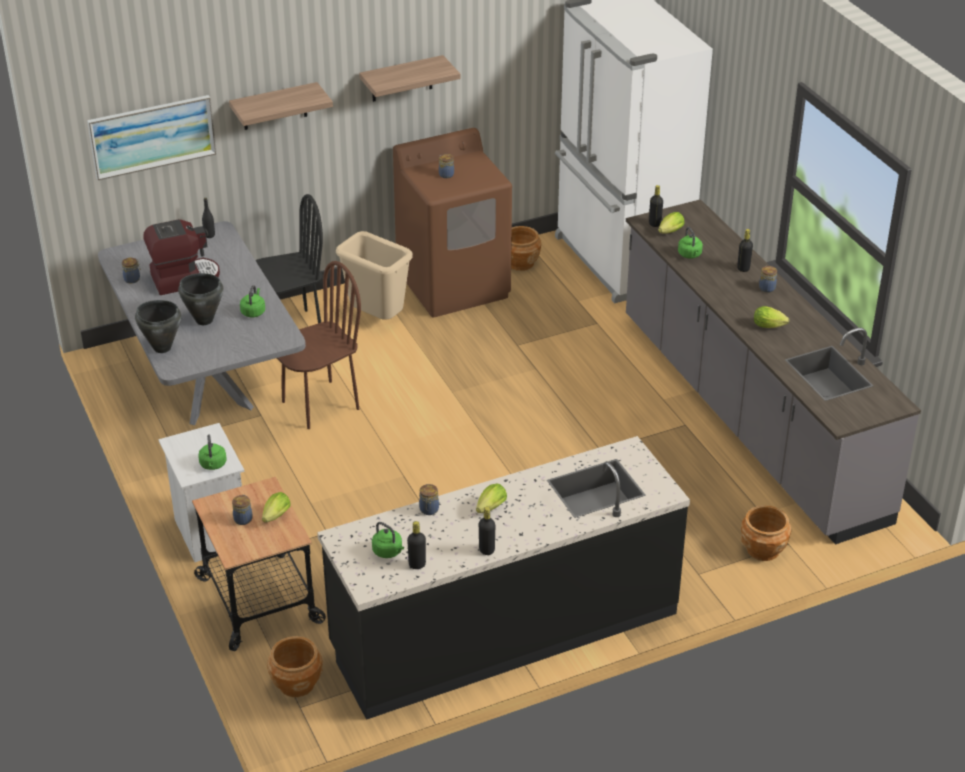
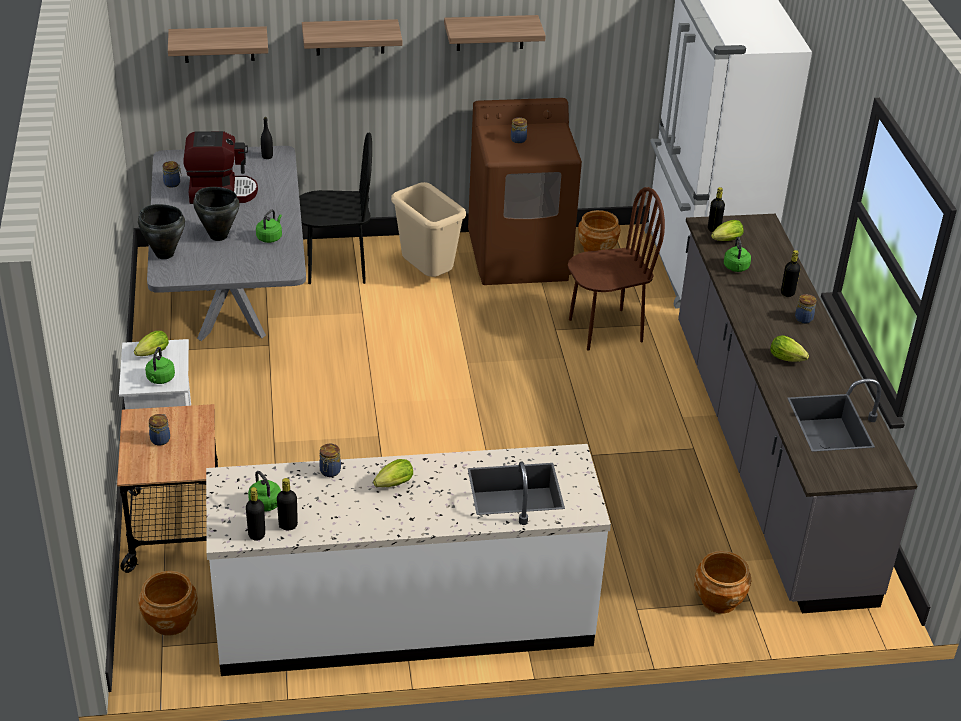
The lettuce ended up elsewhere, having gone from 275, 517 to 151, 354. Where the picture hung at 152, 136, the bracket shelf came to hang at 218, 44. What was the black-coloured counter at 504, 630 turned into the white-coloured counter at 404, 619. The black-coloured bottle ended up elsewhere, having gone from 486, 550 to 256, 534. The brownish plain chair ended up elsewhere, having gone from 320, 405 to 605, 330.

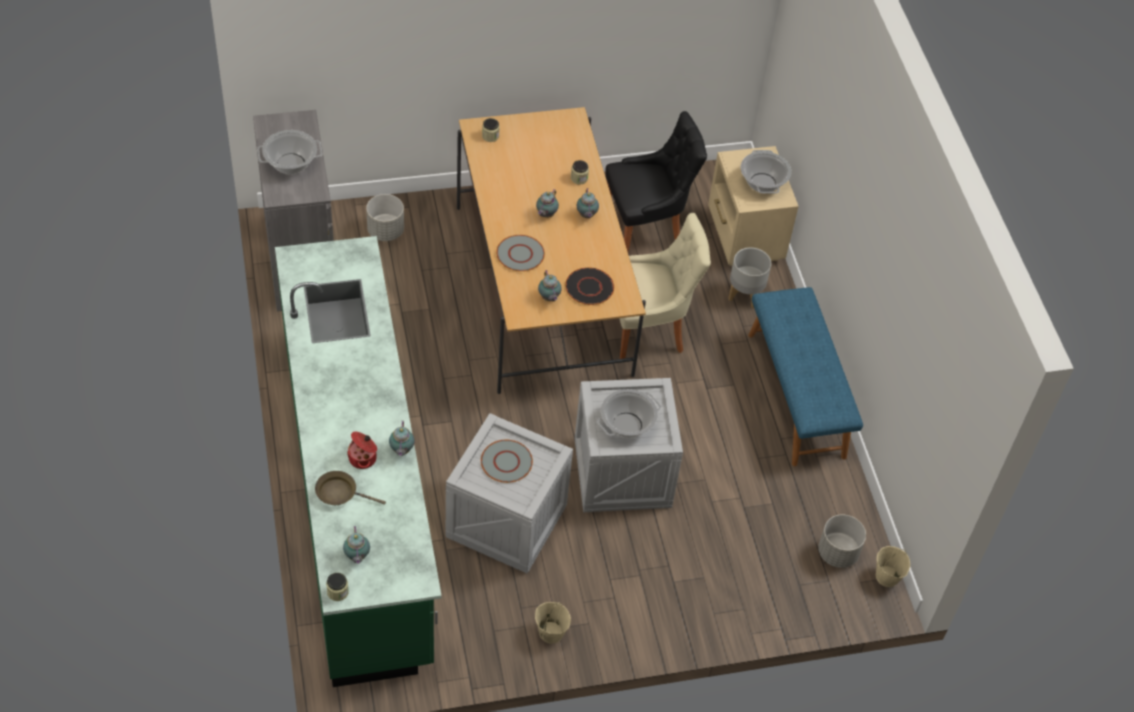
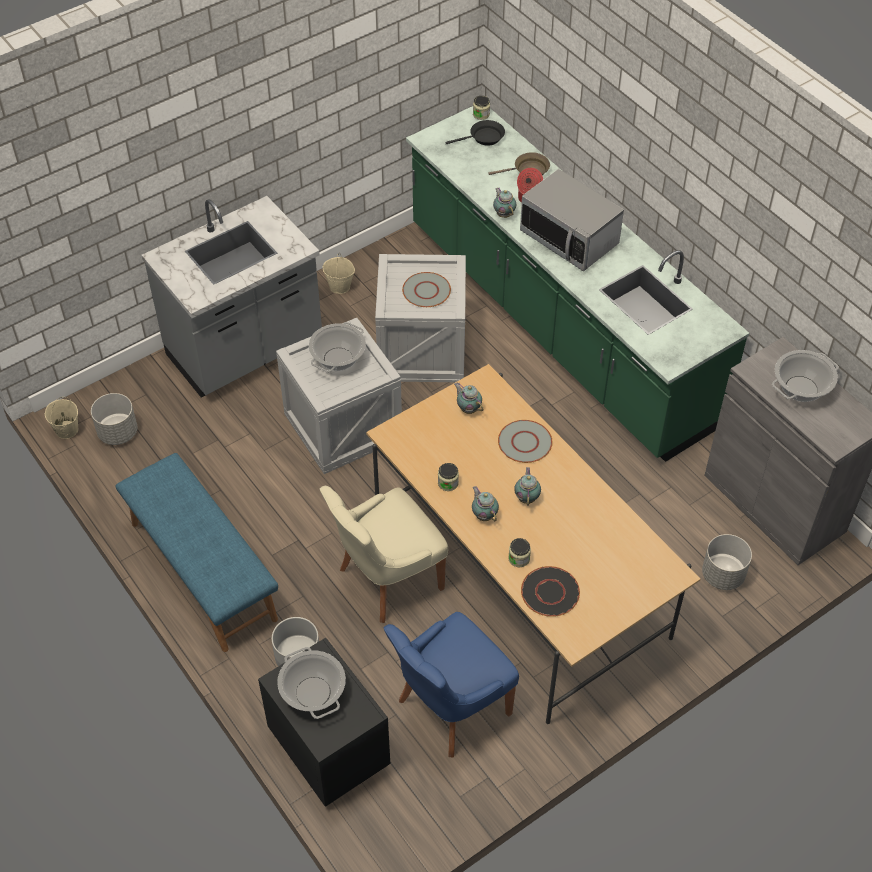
The second view gained the grey counter at 245, 351. What was the sand-coloured bedside table at 744, 238 turned into the black-coloured bedside table at 329, 747. What was the black-coloured plain chair at 646, 228 turned into the blue-coloured plain chair at 450, 708. The jar ended up elsewhere, having gone from 490, 136 to 448, 483. Where the pot for tea stood at 357, 557, the black-coloured skillet came to stand at 484, 138. The second view gained the microwave at 569, 238. The black-coloured plate ended up elsewhere, having gone from 589, 287 to 550, 592.

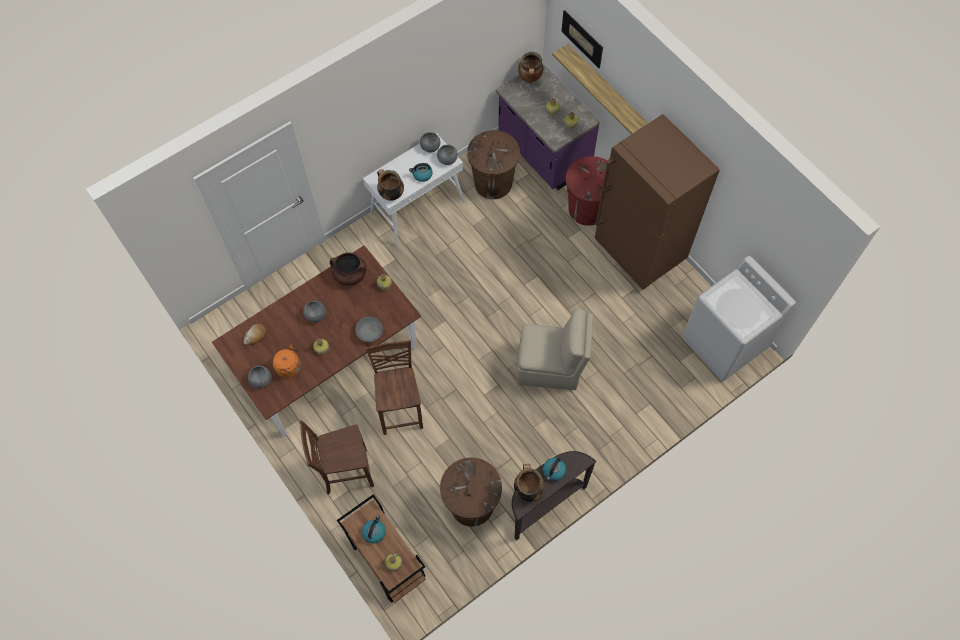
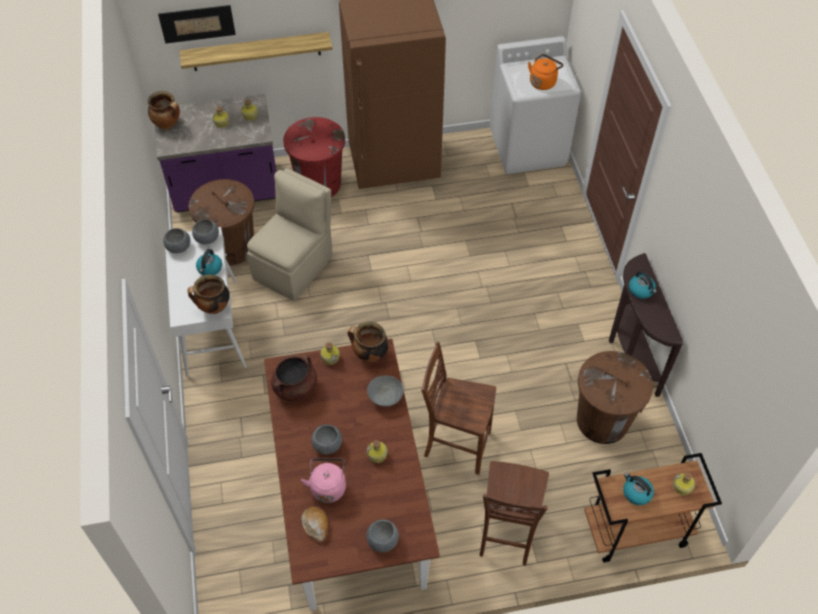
The sand-coloured plain chair ended up elsewhere, having gone from 550, 367 to 294, 266. The second view gained the pinkish water kettle at 328, 486. The saucepot ended up elsewhere, having gone from 528, 489 to 369, 354. The orangey water kettle ended up elsewhere, having gone from 290, 367 to 543, 82.

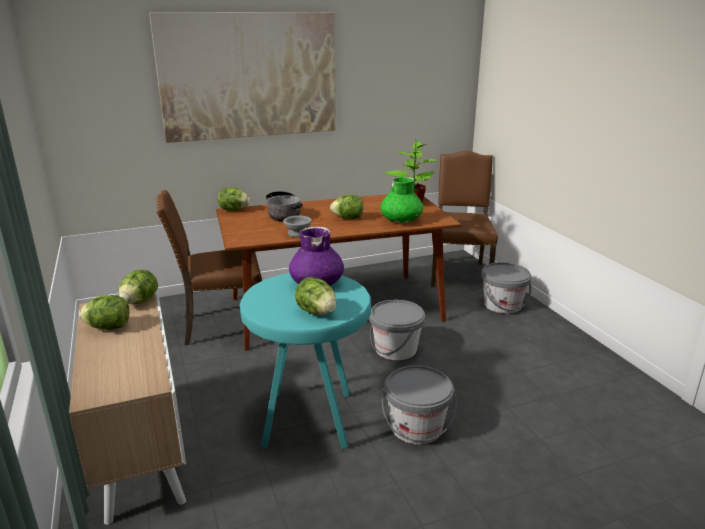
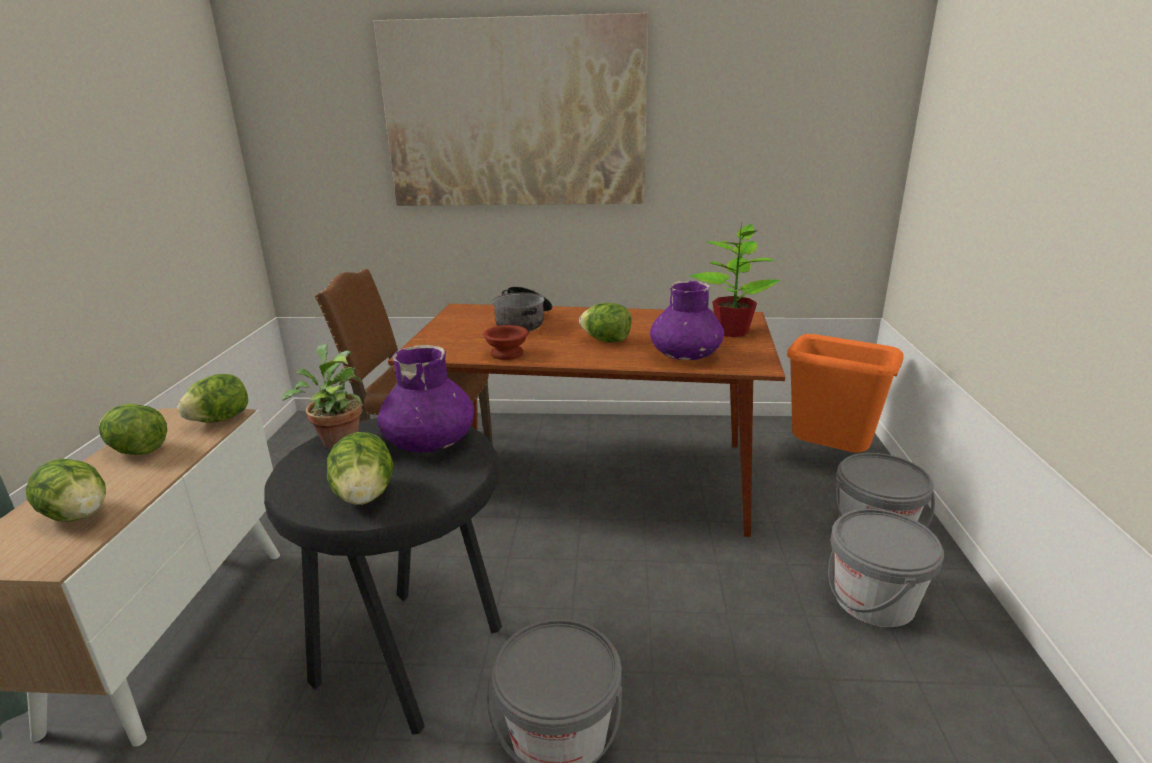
The lettuce ended up elsewhere, having gone from 233, 210 to 78, 515. What was the turquoise stool at 310, 418 turned into the black-coloured stool at 414, 655. The second view gained the houseplant at 338, 439. What was the grey bowl at 298, 233 turned into the brownish bowl at 508, 353. What was the green-coloured decorative vase at 401, 220 turned into the purplish decorative vase at 685, 355. Where the brownish plain chair stood at 459, 274, the orangey waste bin came to stand at 829, 457. The grey water bucket ended up elsewhere, having gone from 395, 349 to 873, 600.

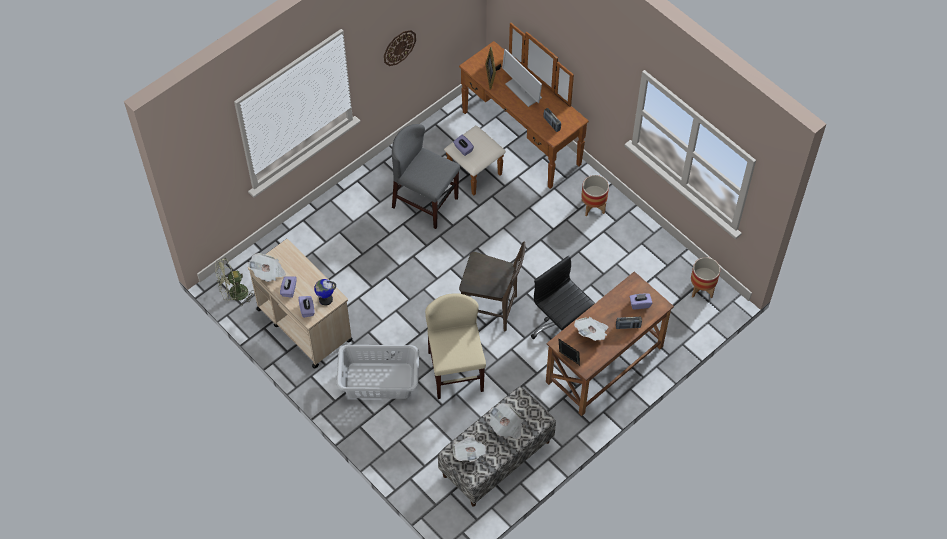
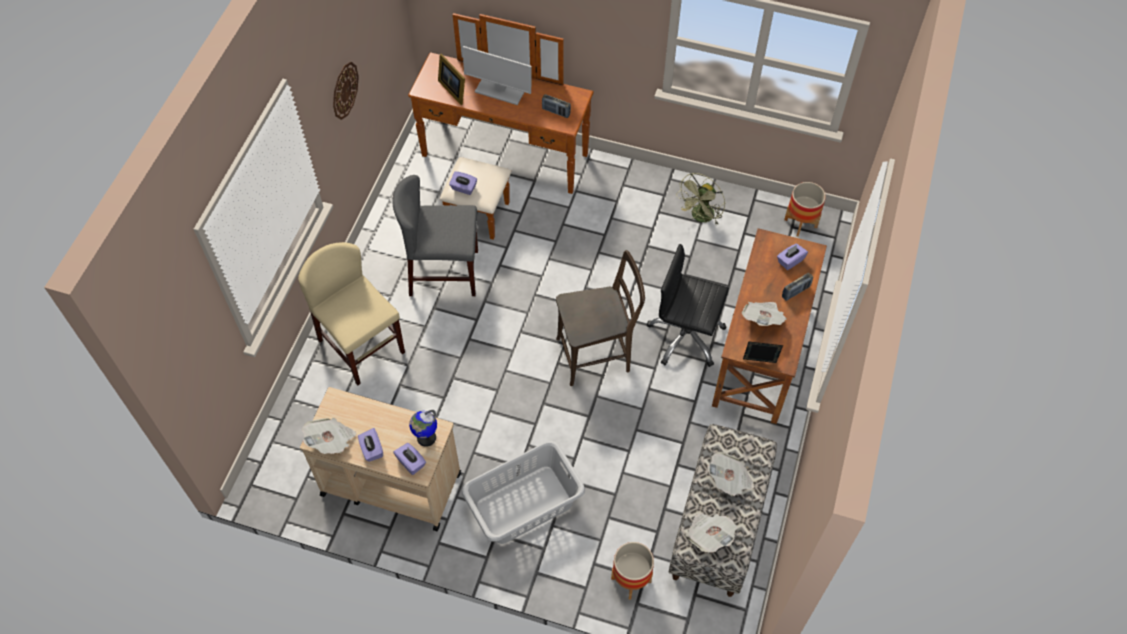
The sand-coloured plain chair ended up elsewhere, having gone from 456, 371 to 361, 346. The planter ended up elsewhere, having gone from 593, 207 to 630, 580. The green-coloured fan ended up elsewhere, having gone from 234, 294 to 700, 217.

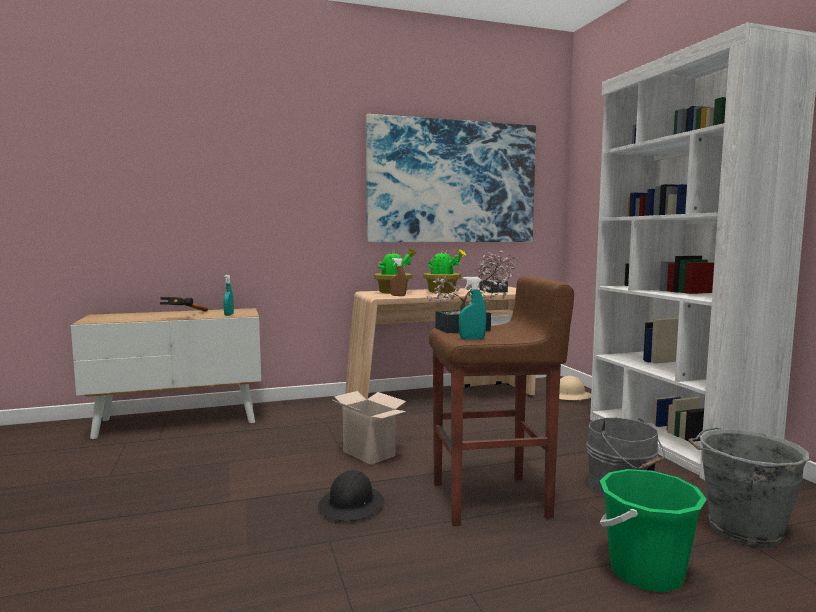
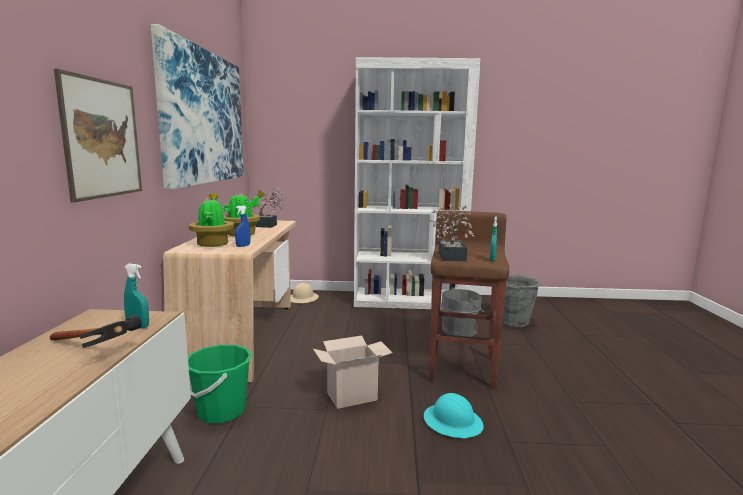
The second view gained the picture at 102, 138. The green-coloured water bucket ended up elsewhere, having gone from 646, 572 to 221, 411. What was the brownish spray bottle at 398, 296 turned into the blue-coloured spray bottle at 243, 246. What was the black-coloured work helmet at 352, 505 turned into the turquoise work helmet at 453, 422.

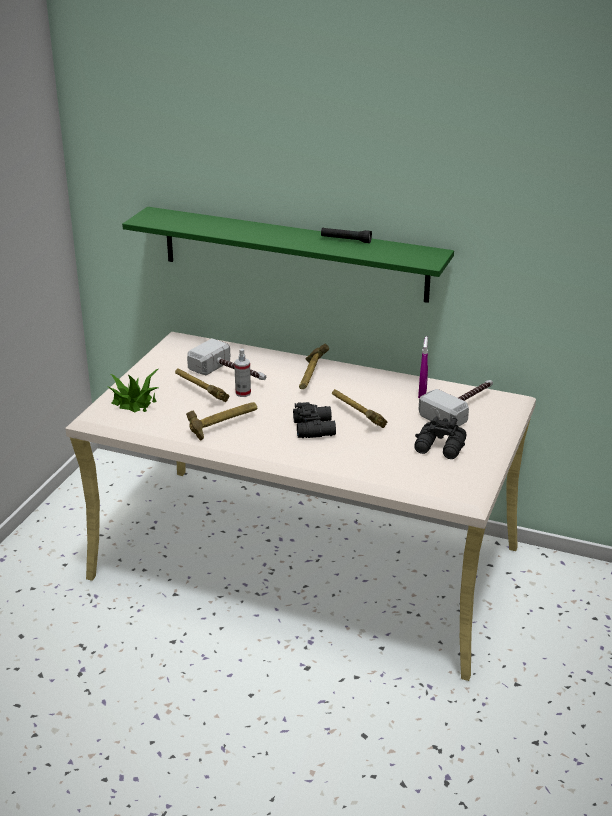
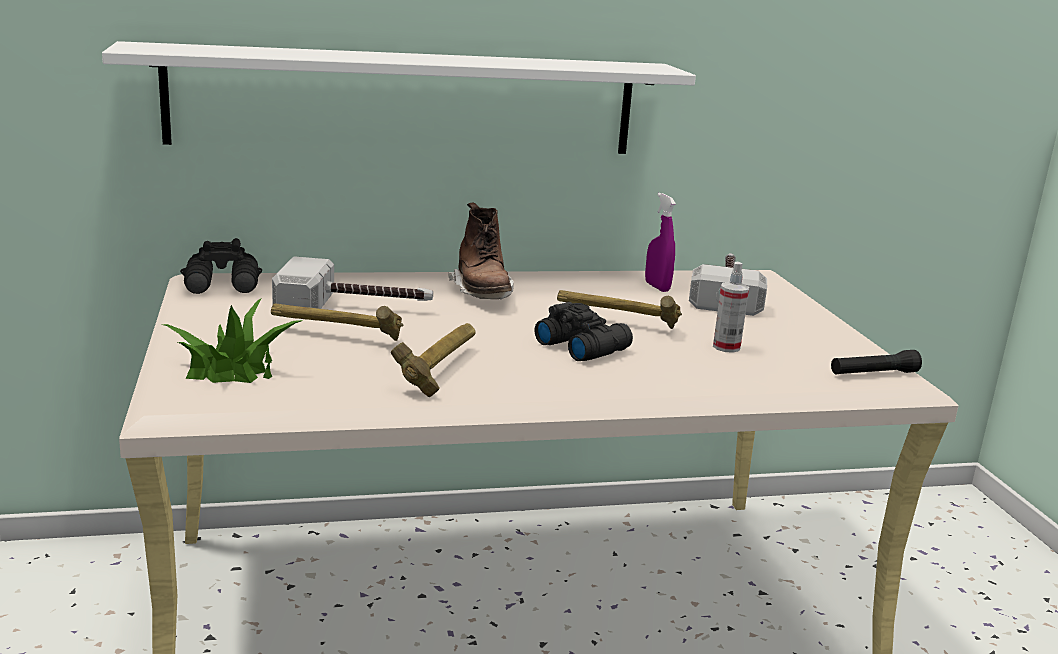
What was the green-coloured bracket shelf at 293, 254 turned into the white-coloured bracket shelf at 406, 101. The black-coloured field glasses ended up elsewhere, having gone from 440, 448 to 224, 285. Where the hand hammer stood at 310, 378, the brownish tall boot came to stand at 482, 293. The spray bottle ended up elsewhere, having gone from 243, 393 to 726, 347. The black-coloured flashlight ended up elsewhere, having gone from 346, 240 to 873, 374.

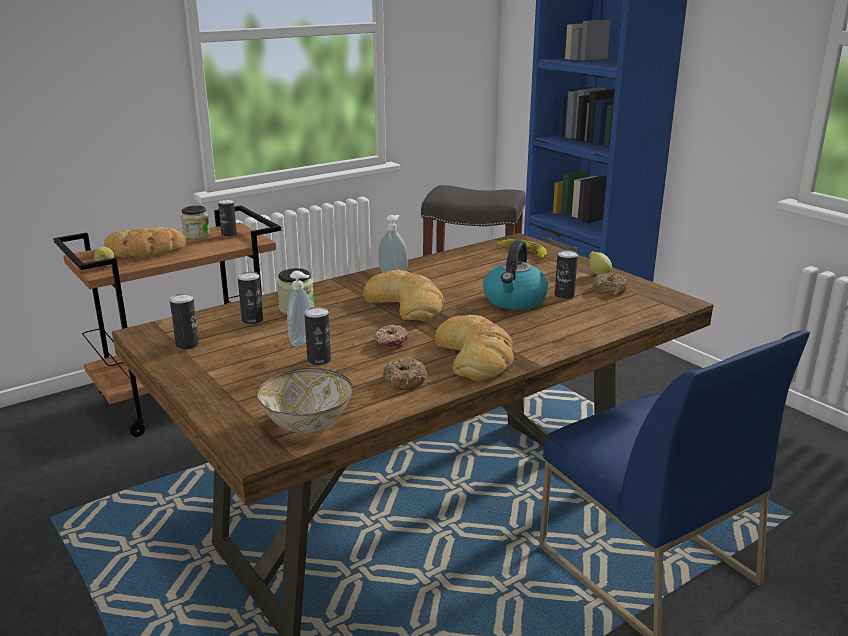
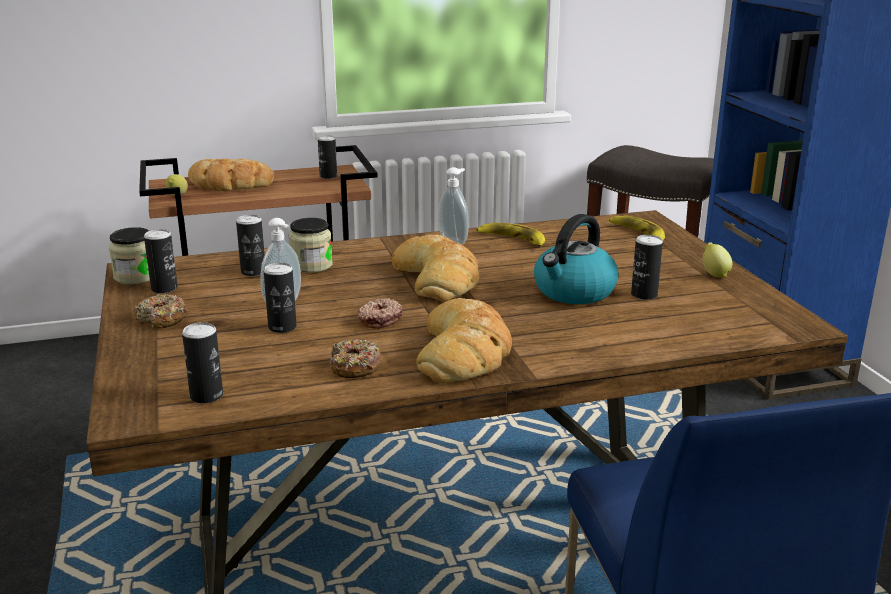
The jar ended up elsewhere, having gone from 196, 235 to 136, 276. The doughnut ended up elsewhere, having gone from 609, 289 to 162, 319. Where the bowl stood at 308, 423, the can came to stand at 206, 396. The second view gained the banana at 512, 240.

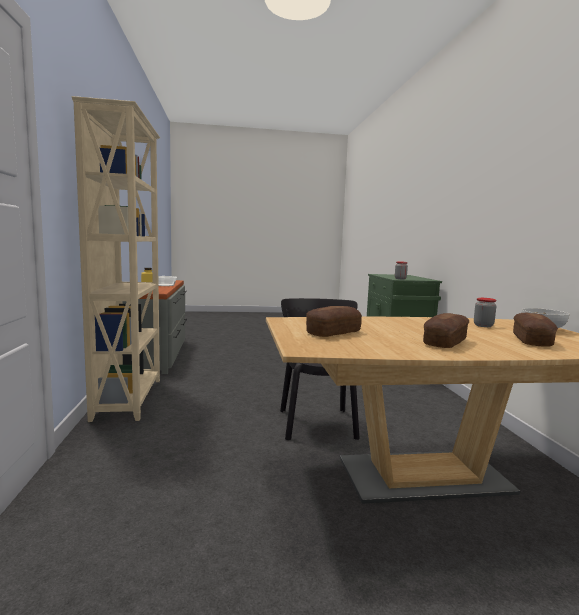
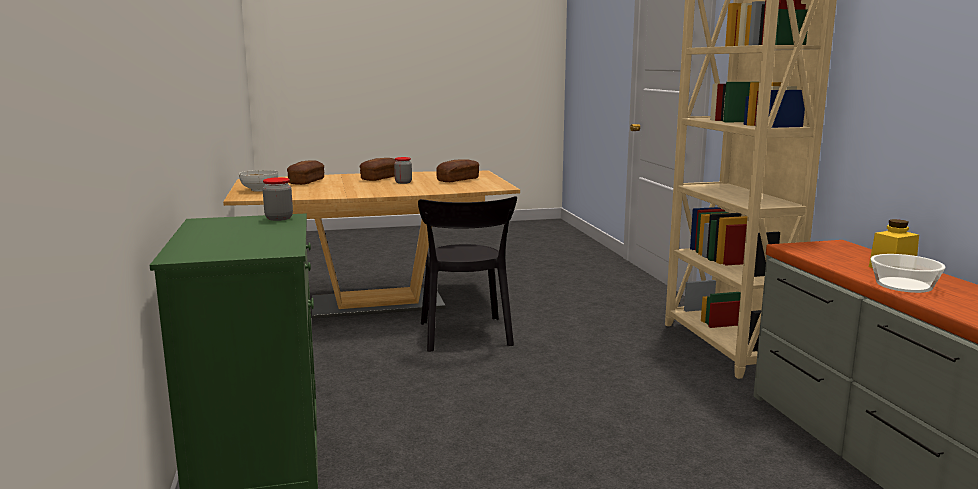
The jar ended up elsewhere, having gone from 483, 325 to 403, 182.

